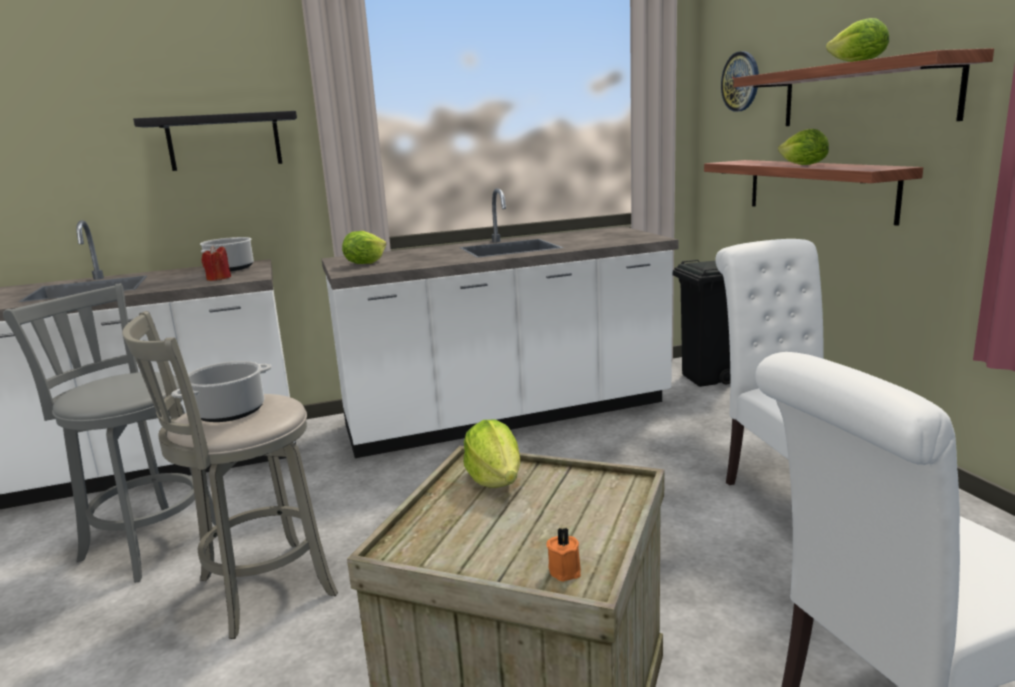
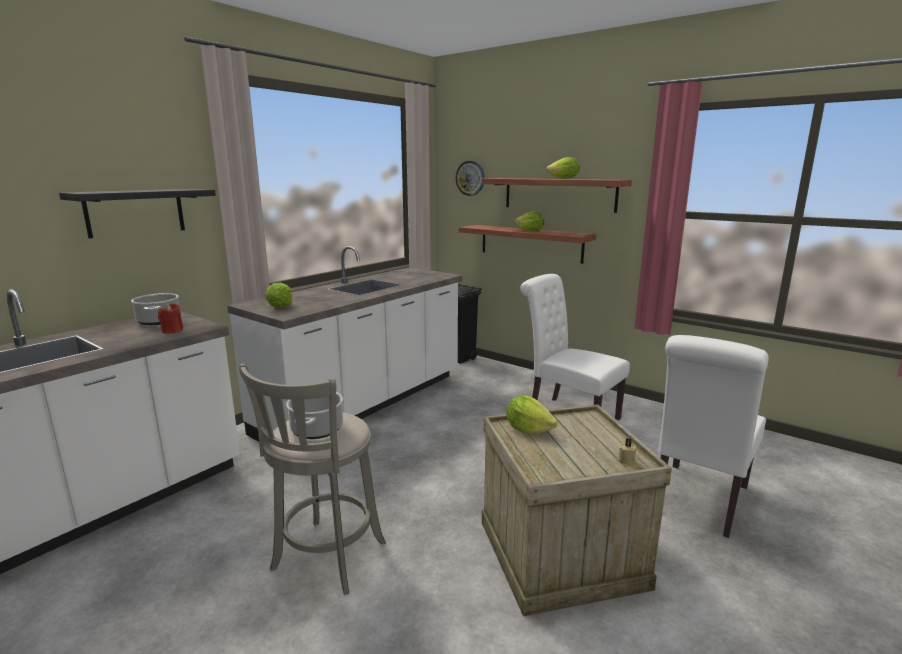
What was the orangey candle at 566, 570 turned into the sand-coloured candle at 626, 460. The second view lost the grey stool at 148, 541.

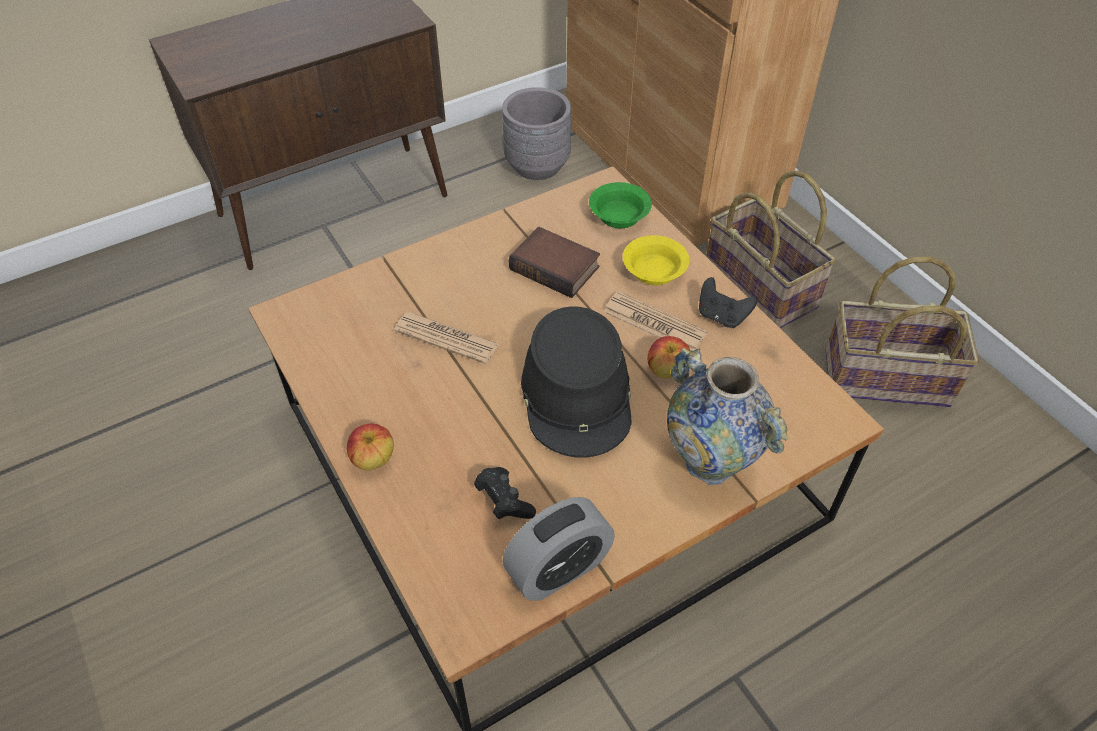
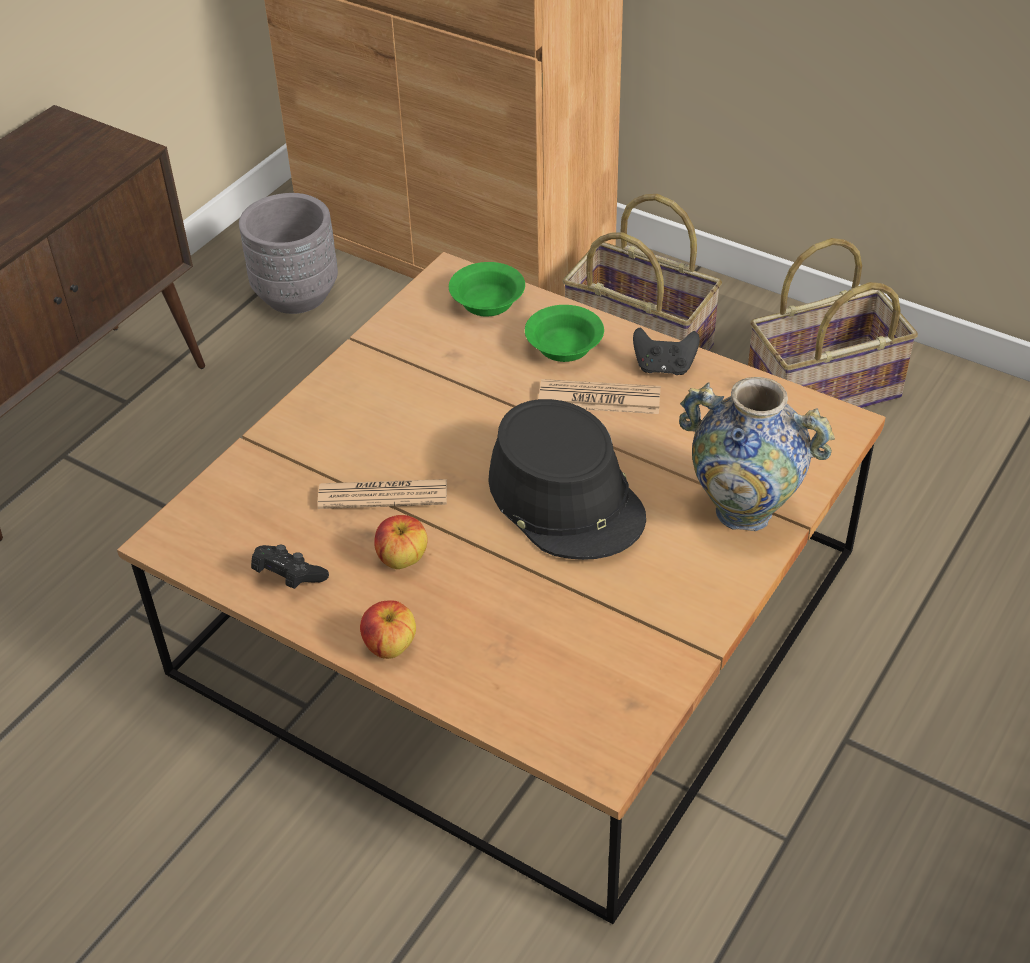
The black-coloured gamepad ended up elsewhere, having gone from 503, 501 to 288, 577. The whole apple ended up elsewhere, having gone from 666, 370 to 402, 558. What was the yellowish bowl at 652, 271 turned into the green-coloured bowl at 562, 347. The second view lost the table clock at 558, 569. The second view lost the bound book at 556, 267.

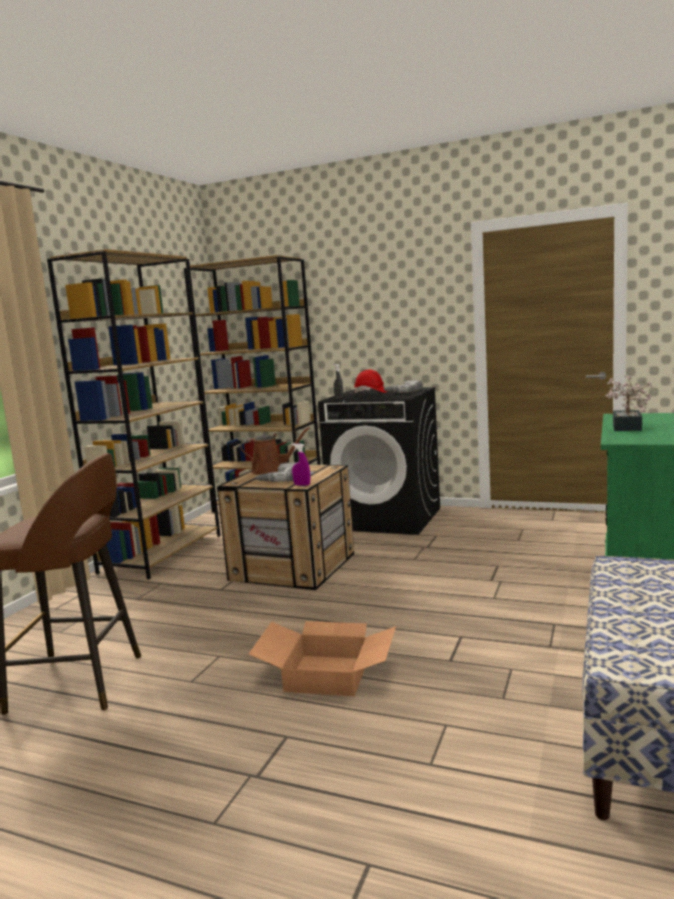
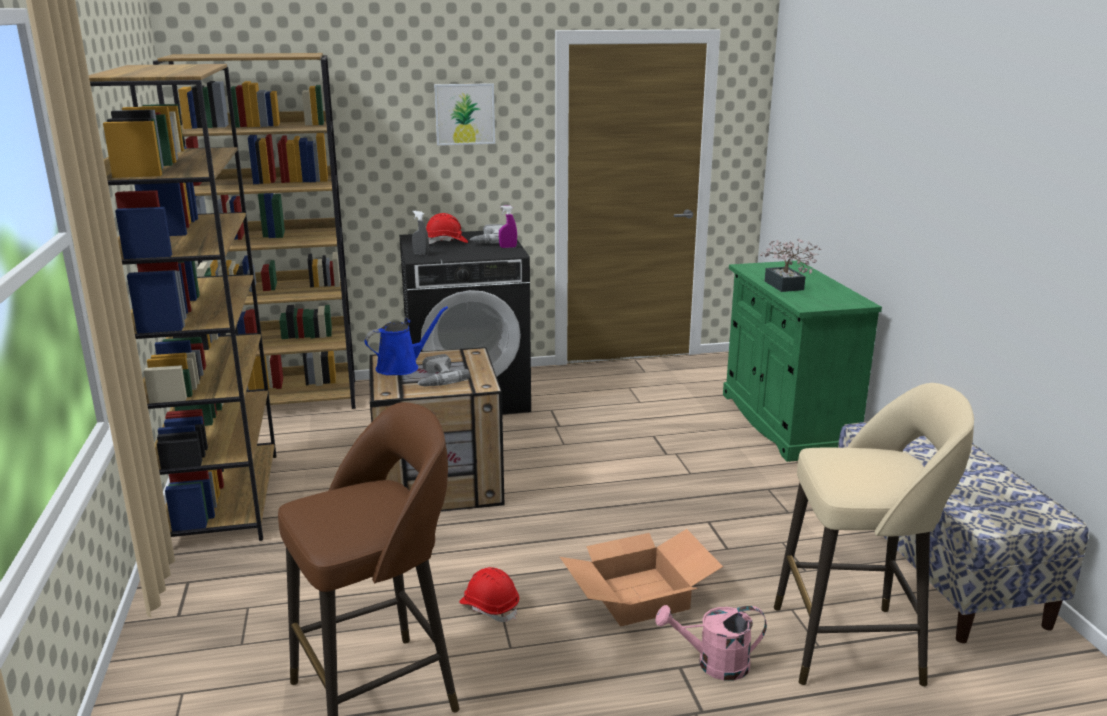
What was the brownish watering can at 271, 471 turned into the blue-coloured watering can at 401, 367. The second view gained the picture at 464, 114. The second view gained the reddish work helmet at 489, 607. The purplish spray bottle ended up elsewhere, having gone from 302, 485 to 508, 247. The second view gained the pinkish watering can at 713, 664. The second view gained the sand-coloured stool at 851, 645.

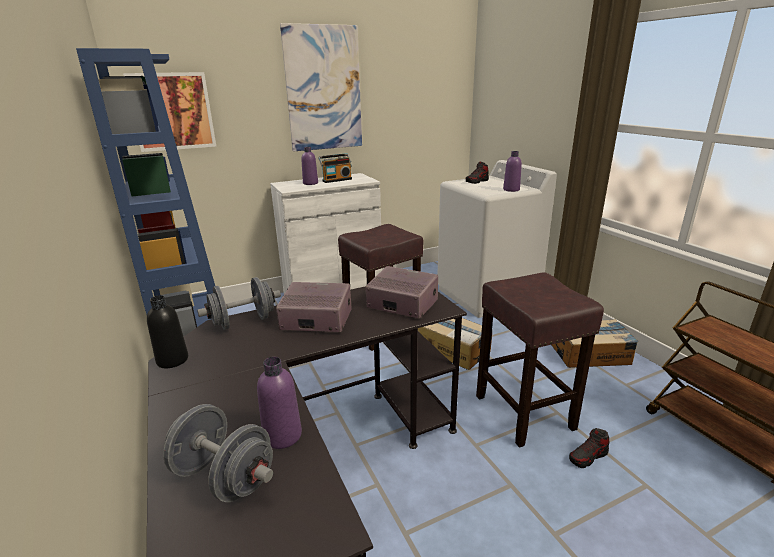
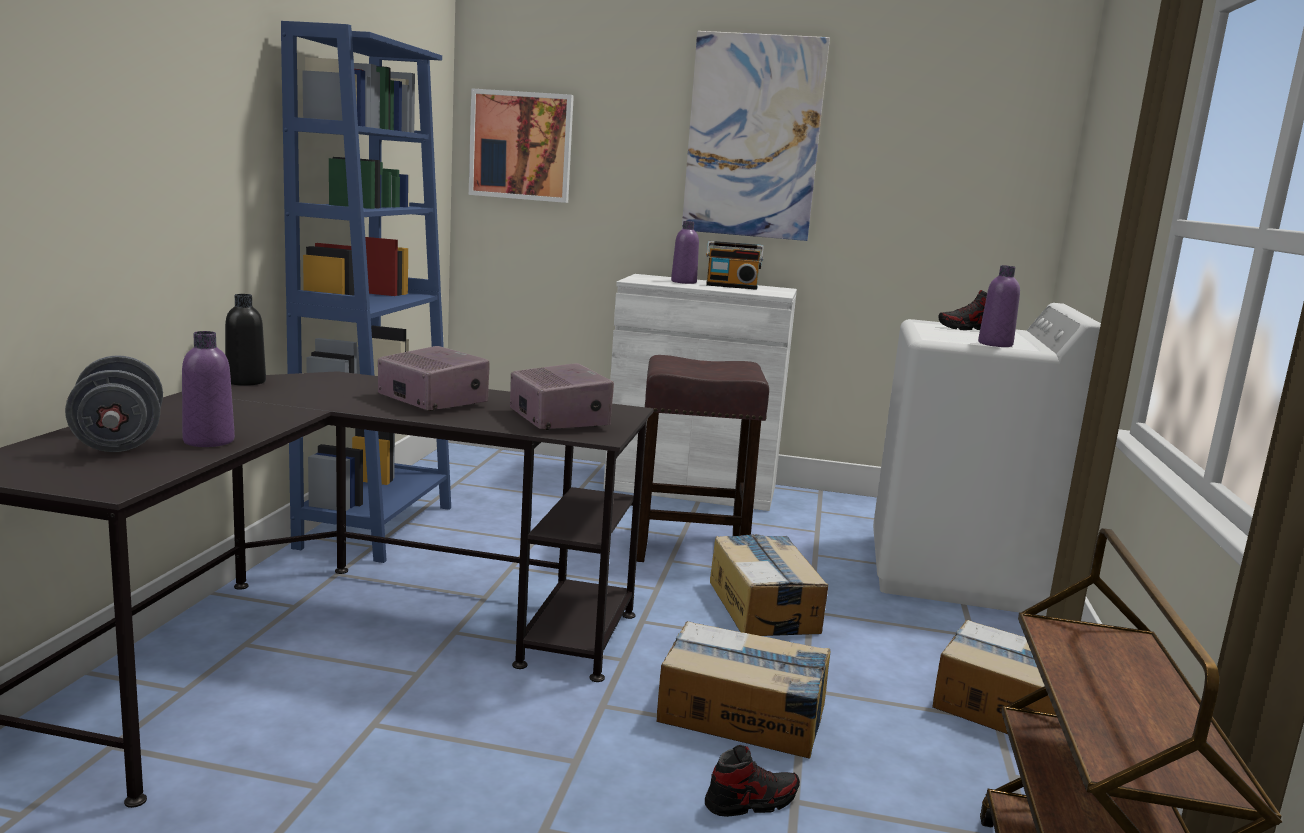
Where the brownish stool stood at 525, 413, the packing box came to stand at 743, 714. The shoe at 588, 457 ended up facing another way, 150 degrees clockwise from before. The second view lost the grey free weight at 243, 322.

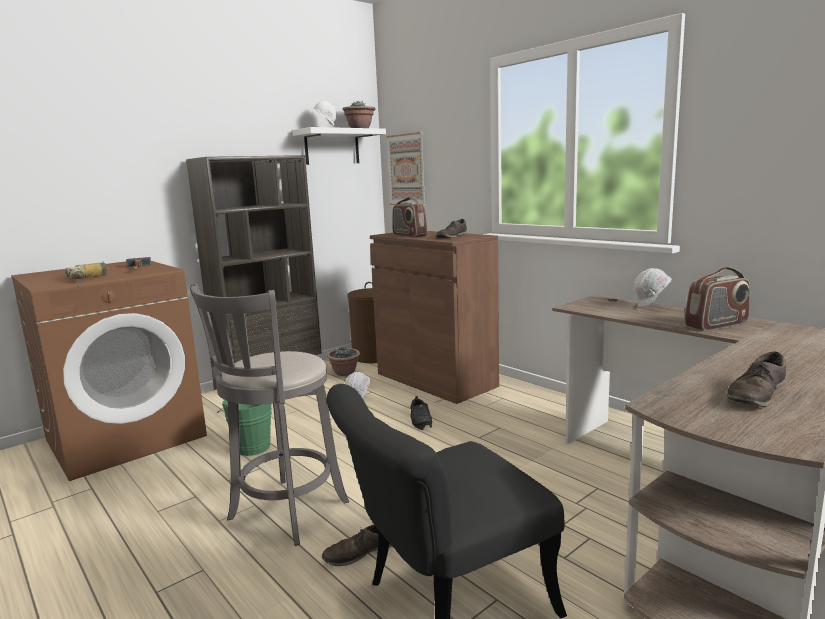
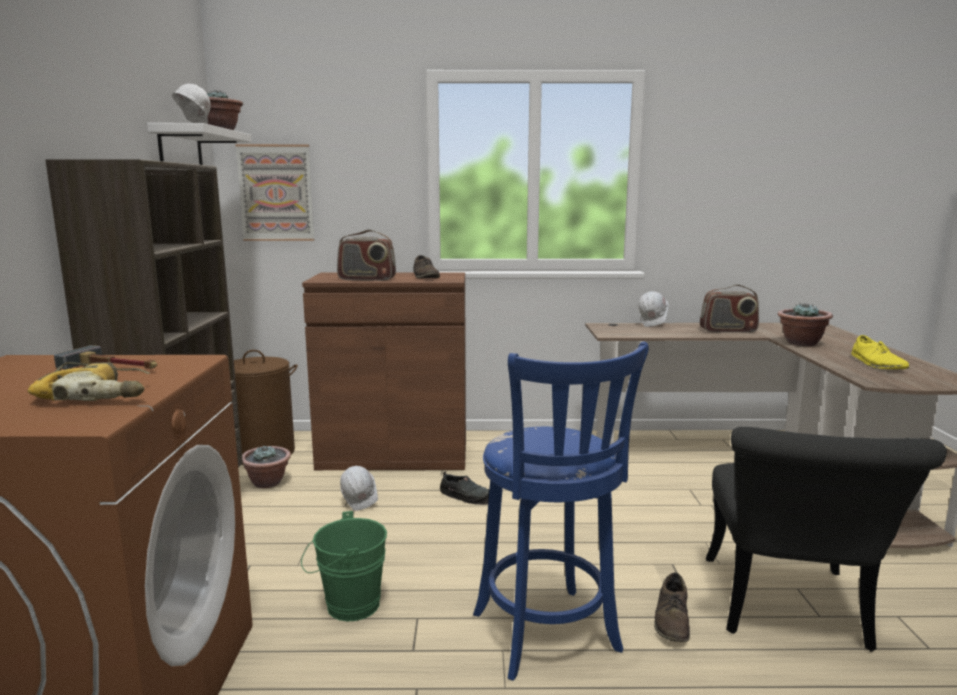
What was the grey stool at 284, 513 turned into the blue-coloured stool at 548, 637. The radio set at 717, 325 ended up facing another way, 75 degrees clockwise from before. The second view gained the houseplant at 801, 343. What was the brownish shoe at 756, 394 turned into the yellowish shoe at 877, 364.

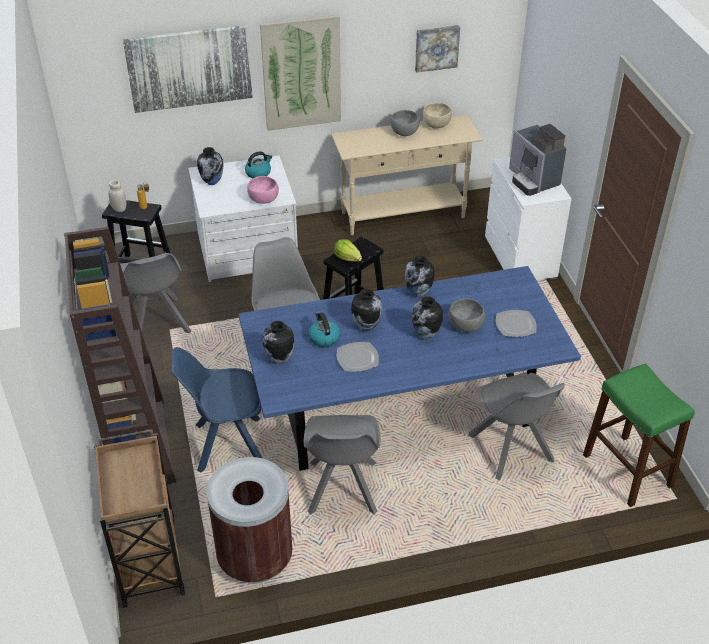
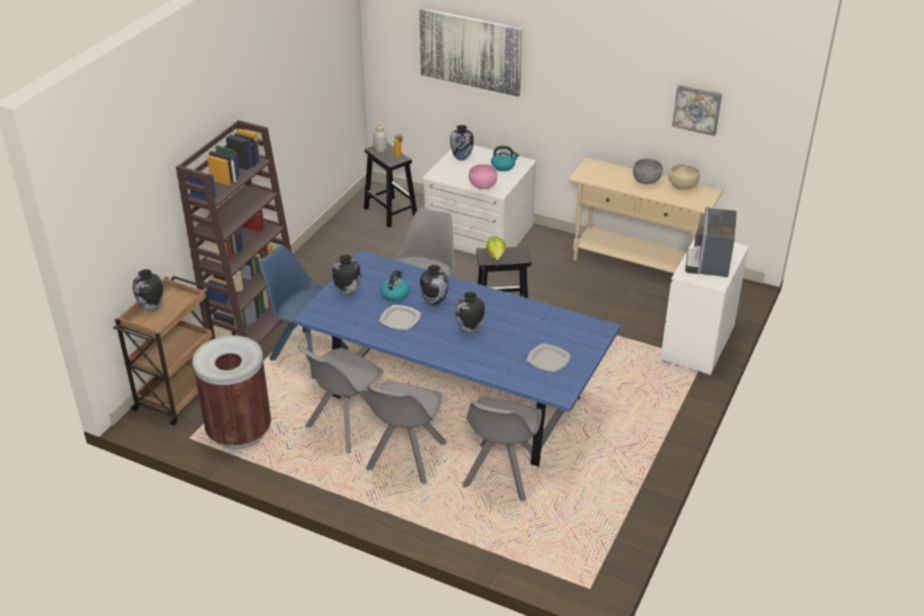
The decorative vase ended up elsewhere, having gone from 418, 293 to 151, 307. The grey plain chair ended up elsewhere, having gone from 157, 323 to 405, 457. The second view lost the picture at 301, 73. The second view lost the grey bowl at 466, 326. The second view lost the green-coloured stool at 627, 470.

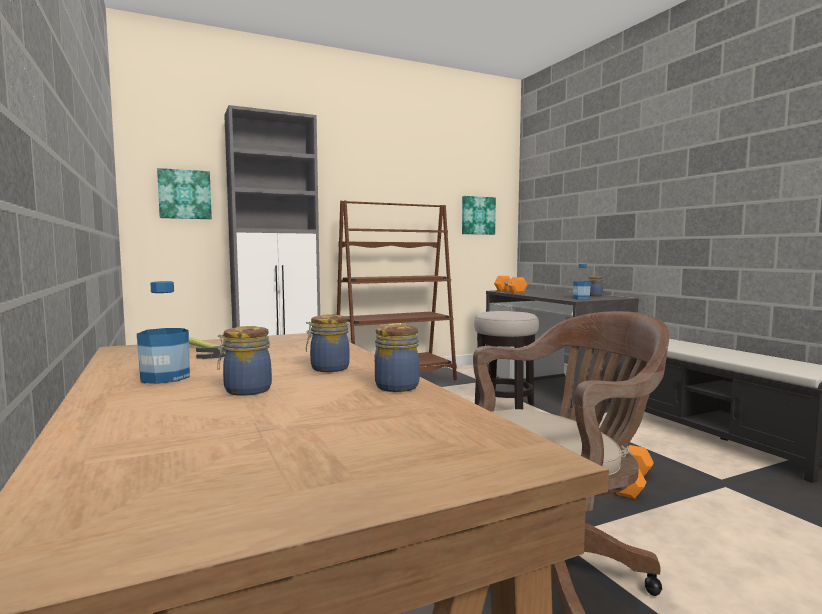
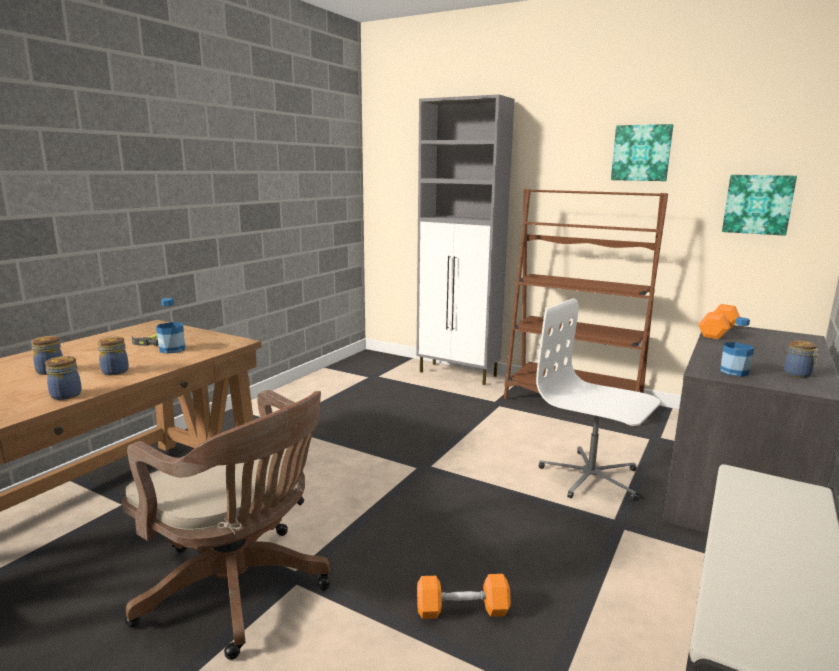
The bottle ended up elsewhere, having gone from 165, 377 to 172, 349. Where the stool stood at 504, 406, the white-coloured computer chair came to stand at 590, 477. The picture ended up elsewhere, having gone from 184, 194 to 641, 153.

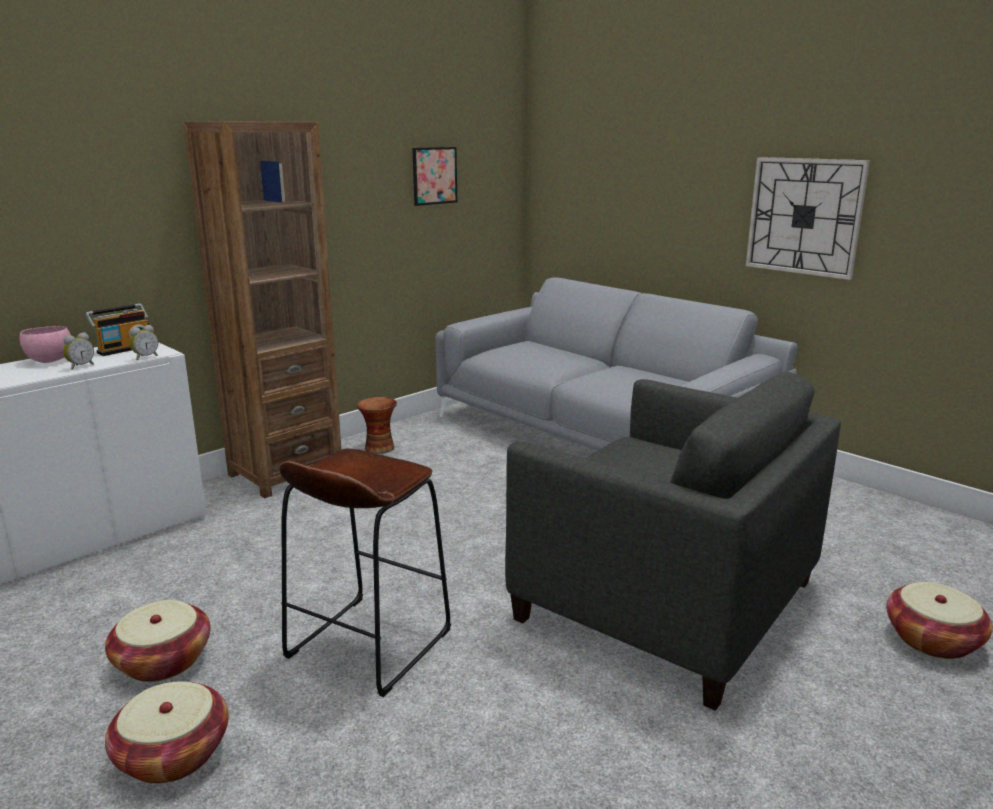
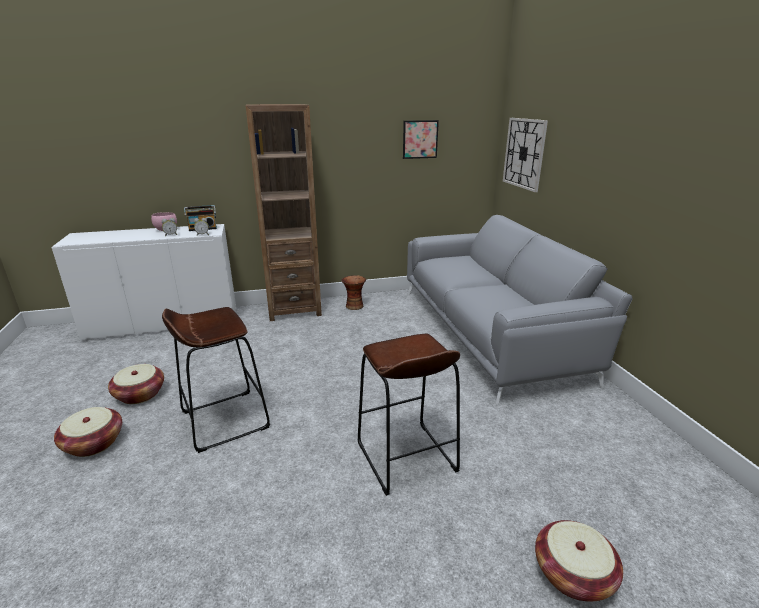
Where the grey armchair stood at 665, 600, the brownish stool came to stand at 406, 457. The clock on the wall ended up elsewhere, having gone from 804, 216 to 524, 153.

